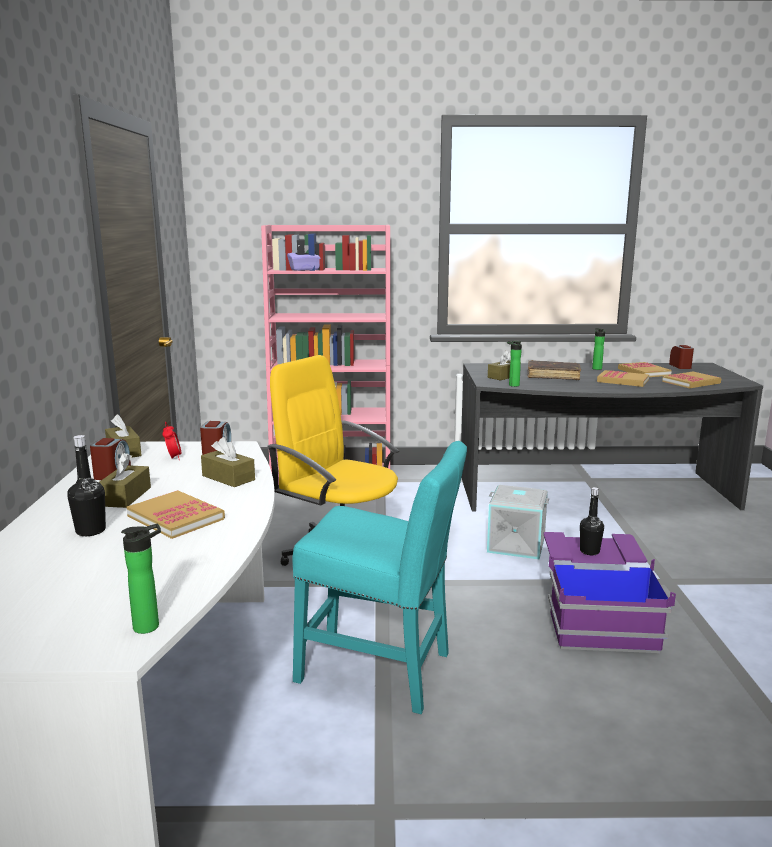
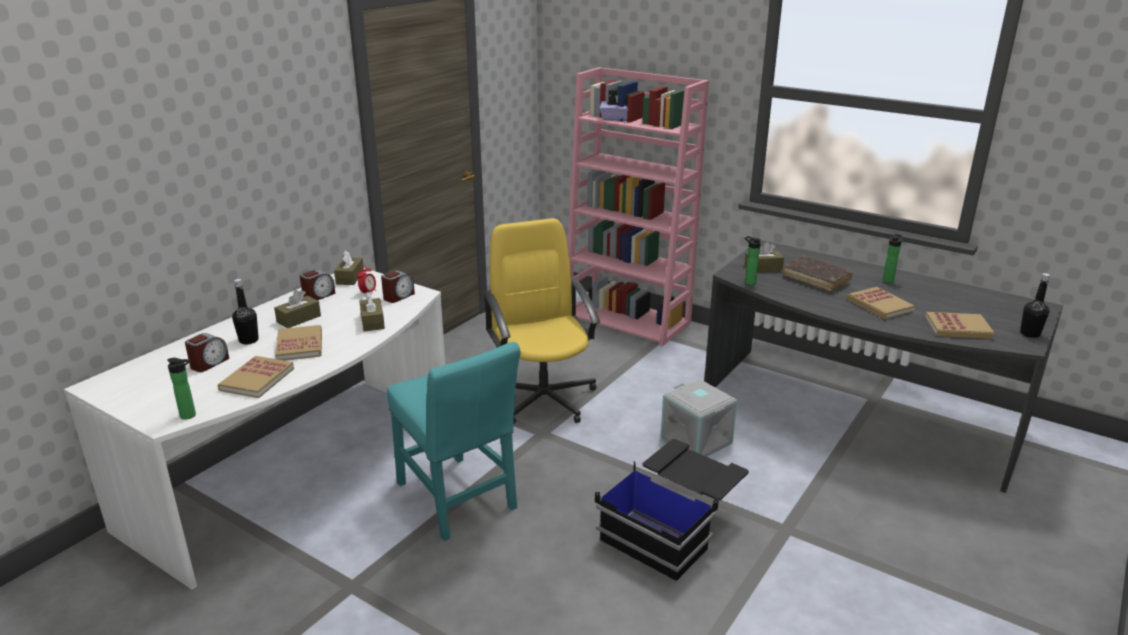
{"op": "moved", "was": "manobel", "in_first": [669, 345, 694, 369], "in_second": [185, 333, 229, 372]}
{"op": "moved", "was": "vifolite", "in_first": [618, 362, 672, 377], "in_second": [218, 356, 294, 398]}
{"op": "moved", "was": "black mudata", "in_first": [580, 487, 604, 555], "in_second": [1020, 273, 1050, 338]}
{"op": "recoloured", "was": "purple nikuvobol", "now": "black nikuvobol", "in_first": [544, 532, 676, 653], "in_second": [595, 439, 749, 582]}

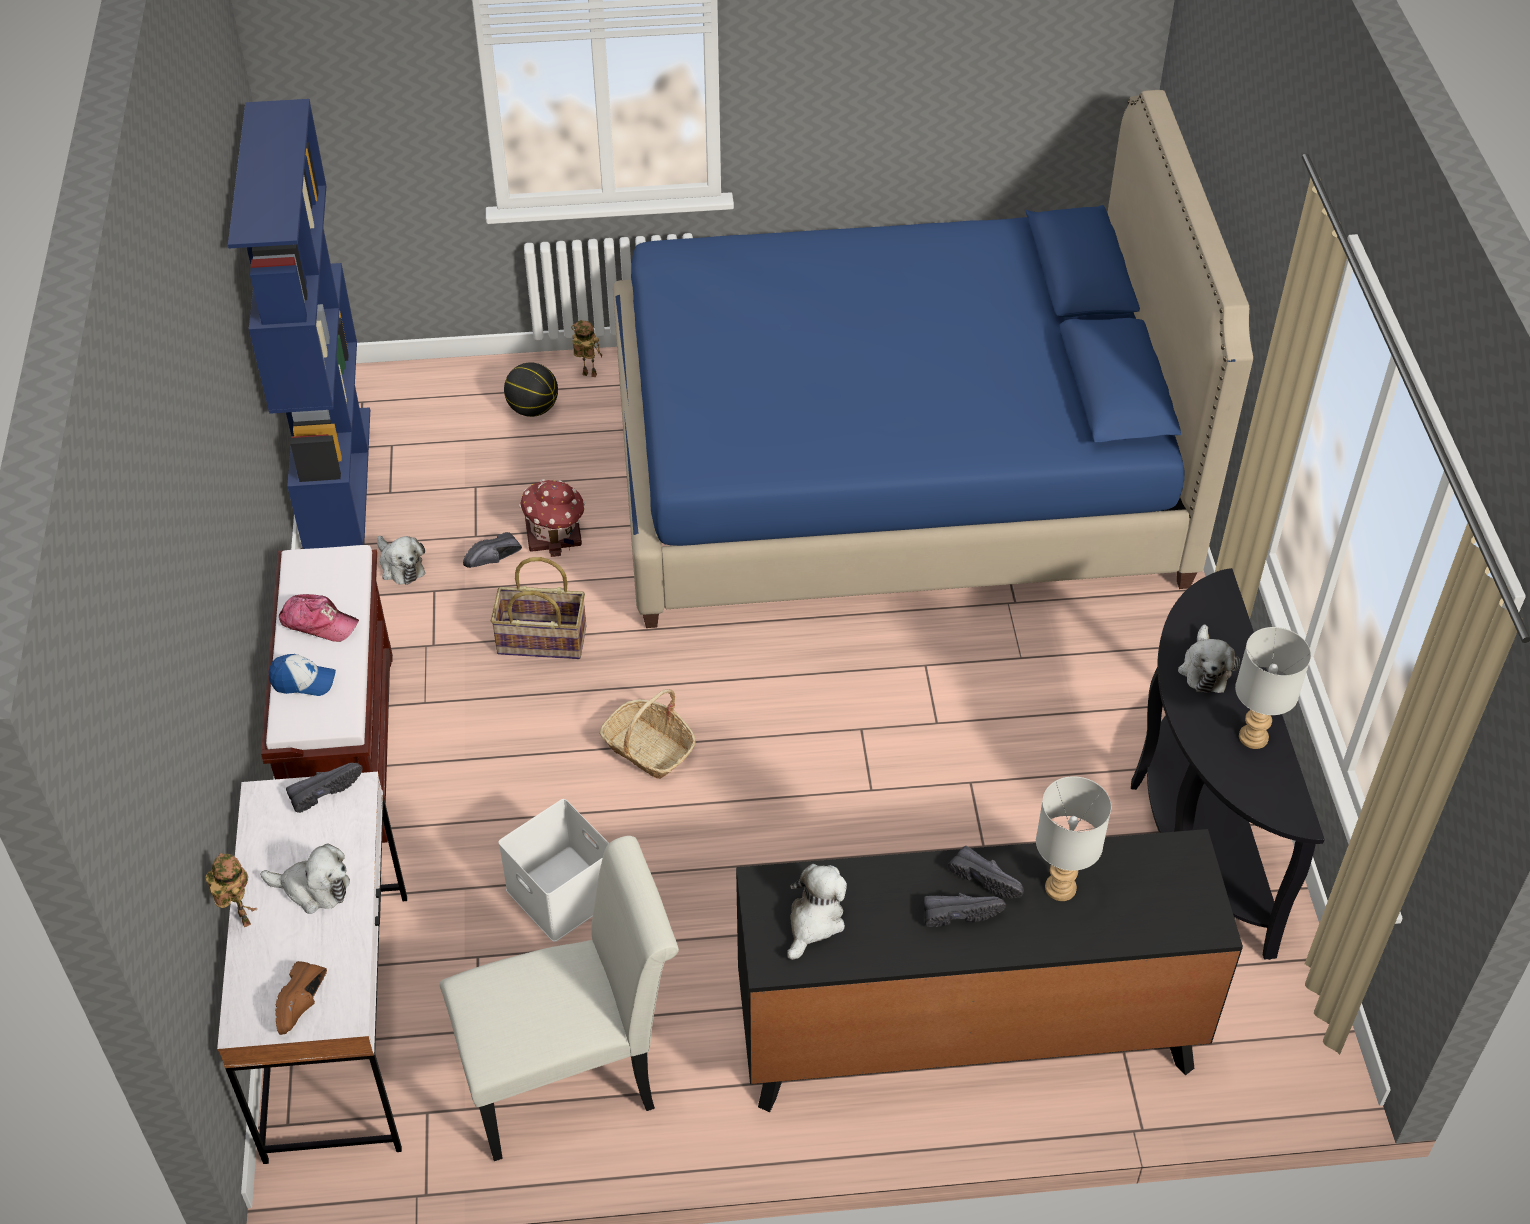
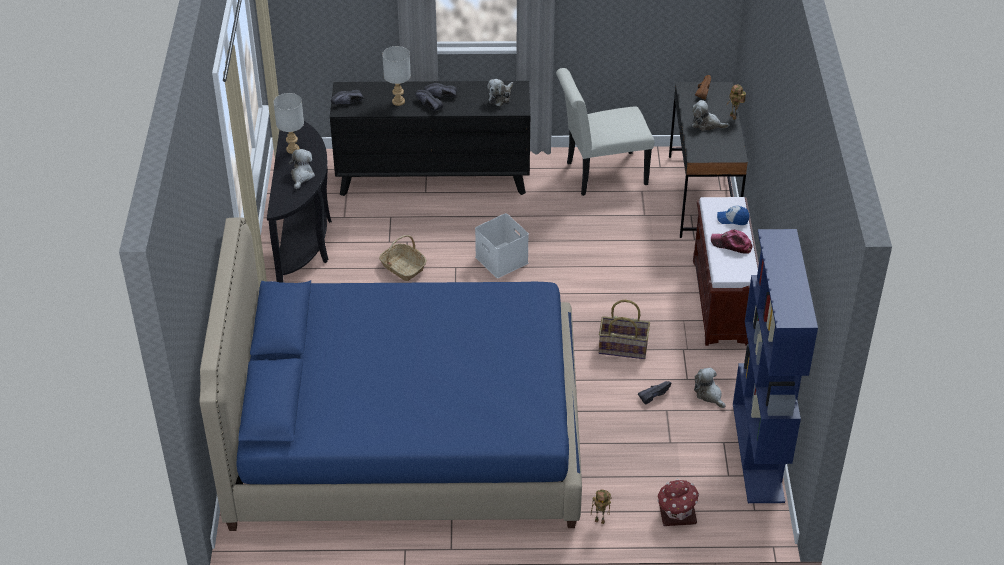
{"op": "removed", "was": "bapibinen", "in_first": [504, 362, 558, 417]}
{"op": "moved", "was": "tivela", "in_first": [519, 479, 585, 557], "in_second": [657, 479, 699, 526]}
{"op": "moved", "was": "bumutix", "in_first": [599, 689, 696, 779], "in_second": [379, 235, 427, 281]}
{"op": "moved", "was": "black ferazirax", "in_first": [286, 763, 363, 813], "in_second": [331, 90, 364, 104]}
{"op": "recoloured", "was": "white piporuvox", "now": "black piporuvox", "in_first": [217, 772, 407, 1164], "in_second": [669, 82, 748, 238]}
{"op": "moved", "was": "white nikuvobol", "in_first": [498, 799, 609, 942], "in_second": [475, 213, 529, 278]}

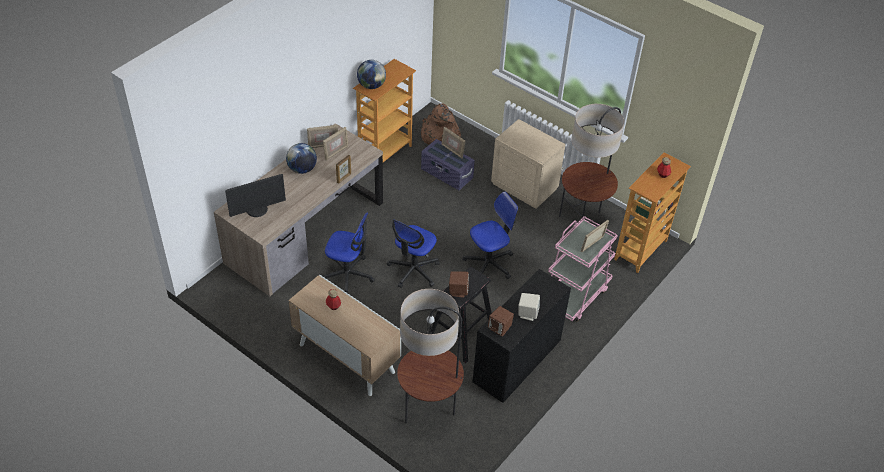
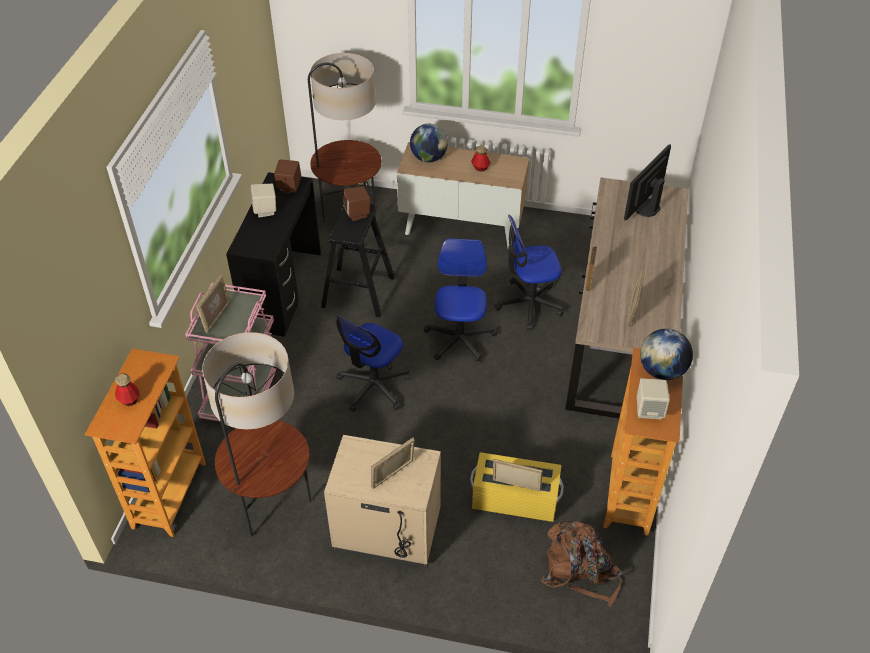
{"op": "moved", "was": "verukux", "in_first": [307, 125, 338, 148], "in_second": [371, 438, 415, 489]}
{"op": "recoloured", "was": "purple nikuvobol", "now": "yellow nikuvobol", "in_first": [421, 139, 475, 190], "in_second": [470, 452, 564, 522]}
{"op": "moved", "was": "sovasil", "in_first": [286, 143, 317, 174], "in_second": [410, 124, 448, 162]}
{"op": "added", "now": "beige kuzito", "in_second": [637, 378, 670, 419]}

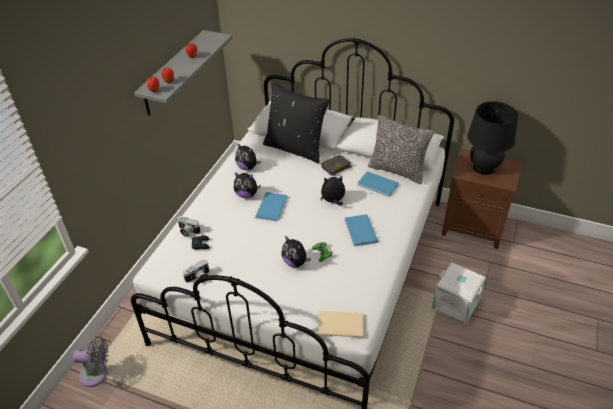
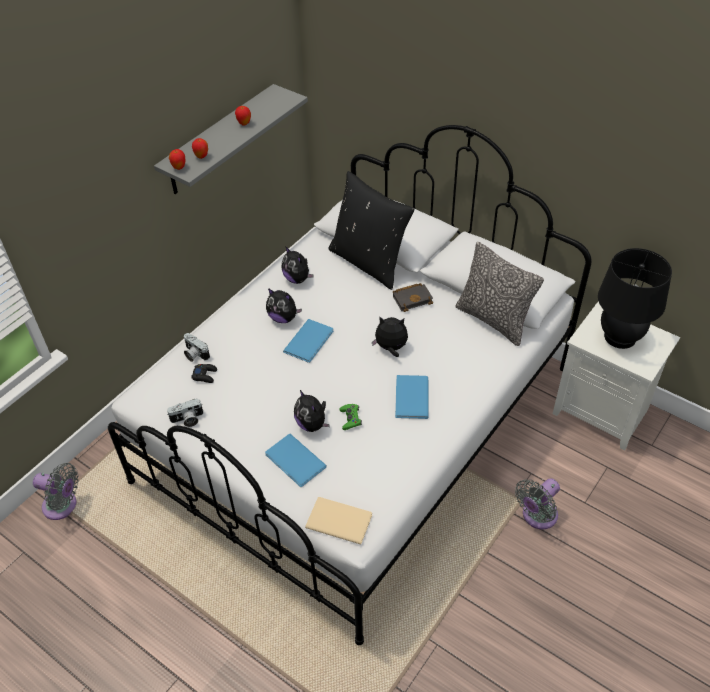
{"op": "recoloured", "was": "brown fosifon", "now": "white fosifon", "in_first": [442, 148, 522, 249], "in_second": [553, 302, 680, 451]}
{"op": "moved", "was": "blue vifolite", "in_first": [358, 171, 399, 197], "in_second": [265, 434, 327, 487]}
{"op": "replaced", "was": "white nikuvobol", "now": "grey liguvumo", "in_first": [432, 262, 486, 325], "in_second": [515, 478, 560, 529]}

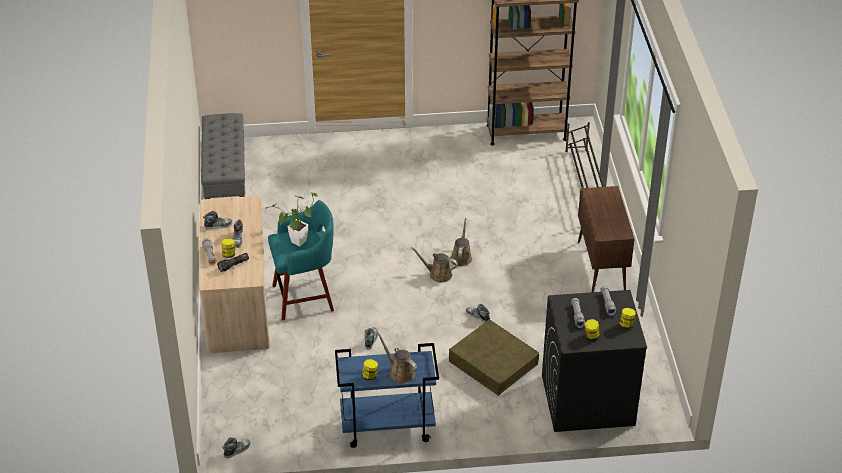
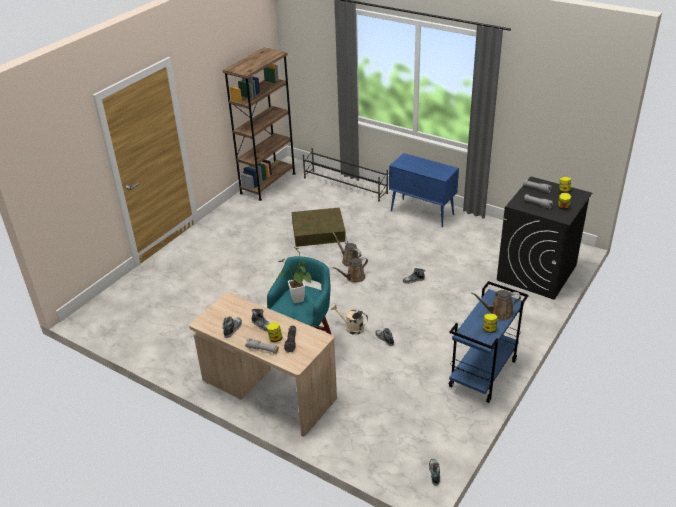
{"op": "removed", "was": "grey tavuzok", "in_first": [201, 113, 245, 199]}
{"op": "recoloured", "was": "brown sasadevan", "now": "blue sasadevan", "in_first": [578, 186, 635, 292], "in_second": [389, 153, 459, 227]}
{"op": "moved", "was": "brown nikuvobol", "in_first": [449, 319, 539, 396], "in_second": [292, 208, 345, 247]}
{"op": "added", "now": "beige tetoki", "in_second": [331, 304, 368, 335]}

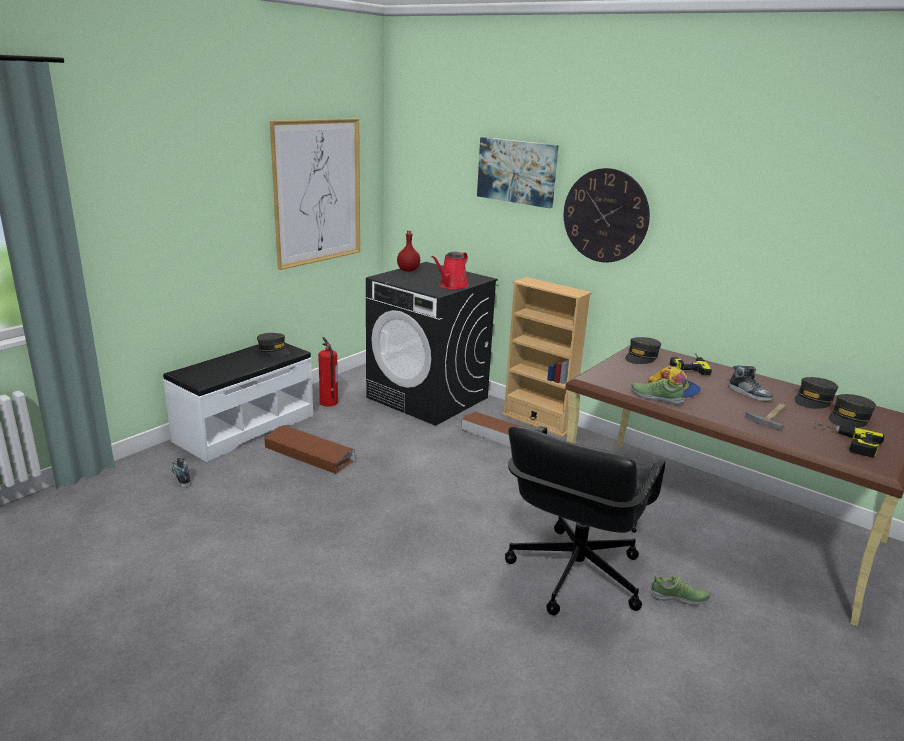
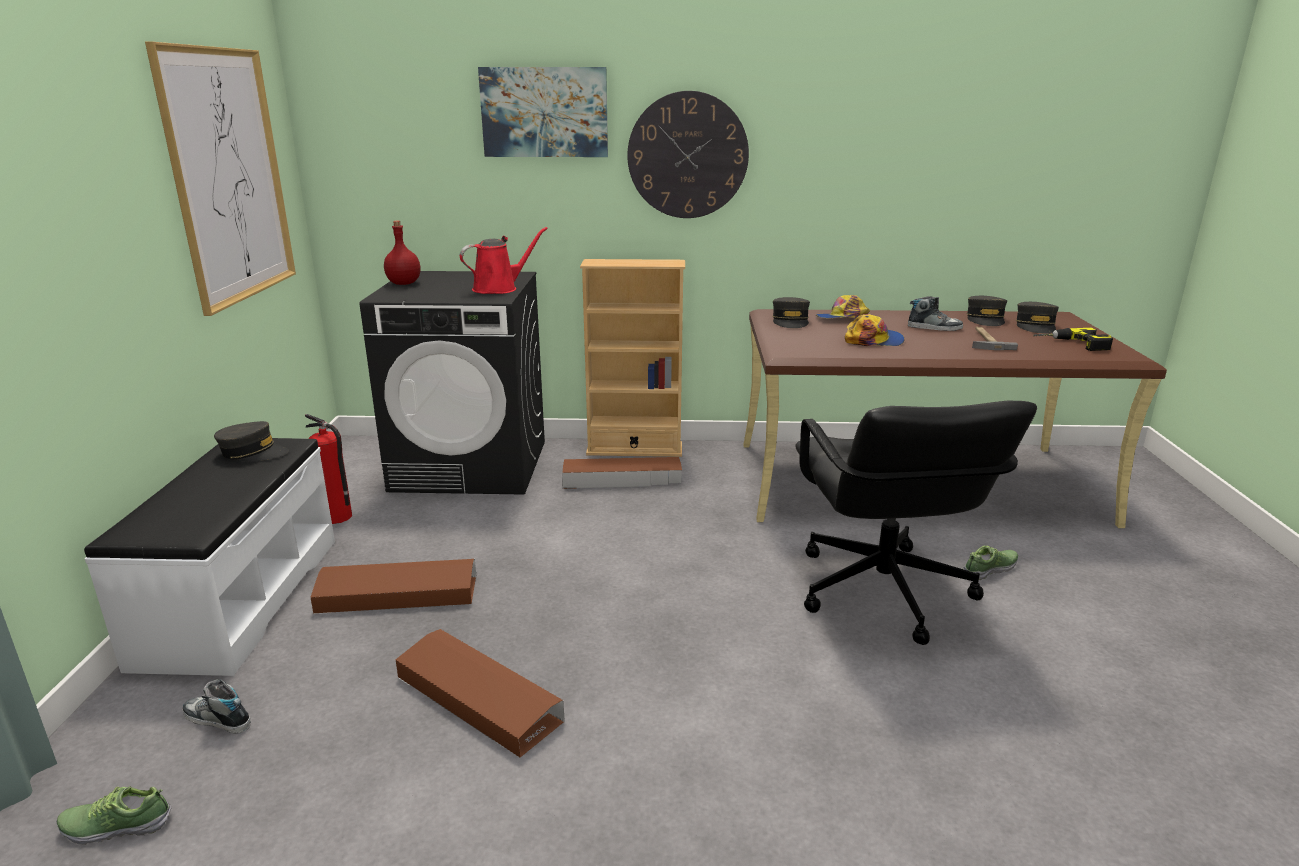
{"op": "turned", "was": "red tetoki", "in_first": [431, 252, 469, 289], "in_second": [460, 227, 548, 294], "clockwise": -120}
{"op": "replaced", "was": "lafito", "now": "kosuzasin", "in_first": [670, 353, 712, 375], "in_second": [816, 295, 870, 318]}
{"op": "moved", "was": "ferazirax", "in_first": [631, 378, 687, 405], "in_second": [57, 786, 172, 845]}
{"op": "added", "now": "brown nikuvobol", "in_second": [396, 629, 565, 757]}

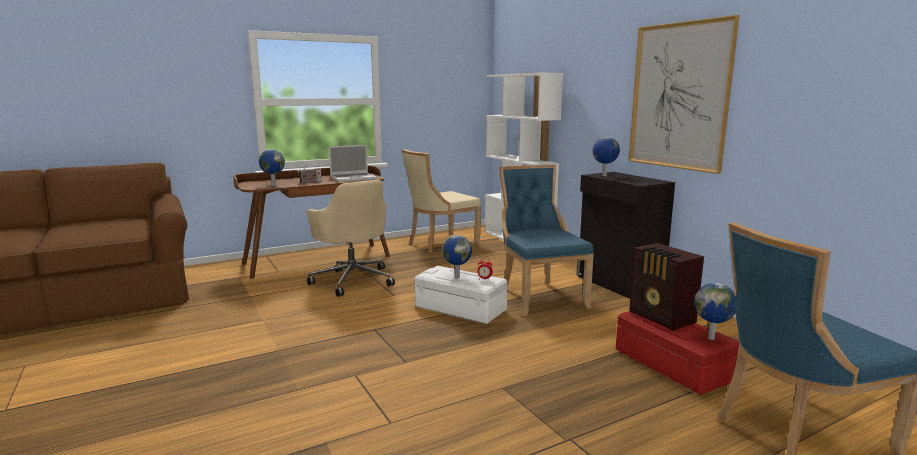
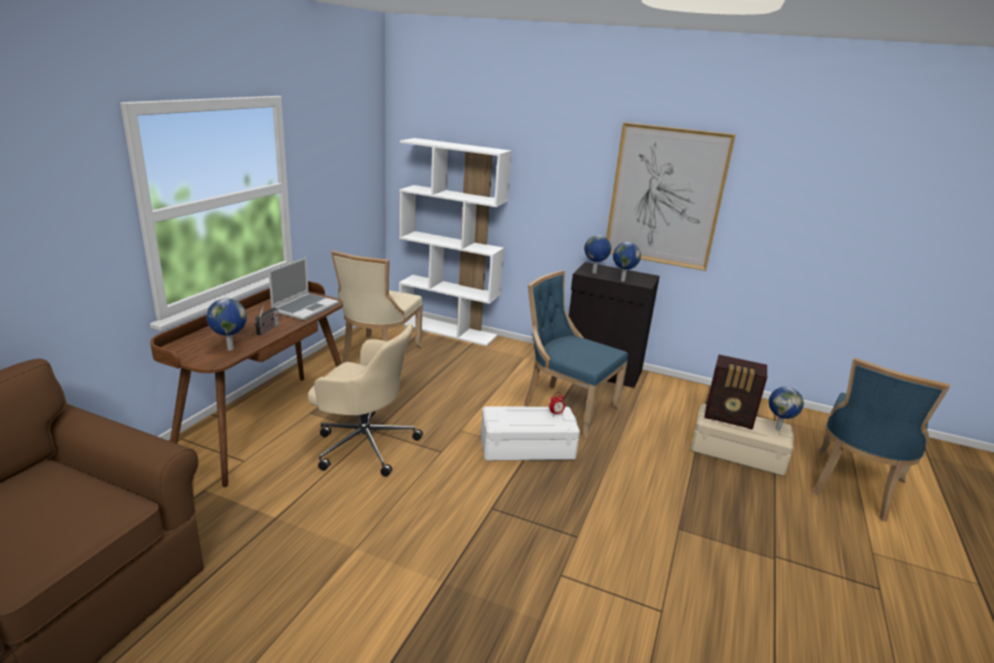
{"op": "moved", "was": "sovasil", "in_first": [442, 235, 472, 278], "in_second": [613, 242, 641, 282]}
{"op": "recoloured", "was": "red nikuvobol", "now": "beige nikuvobol", "in_first": [616, 311, 739, 395], "in_second": [691, 403, 794, 476]}

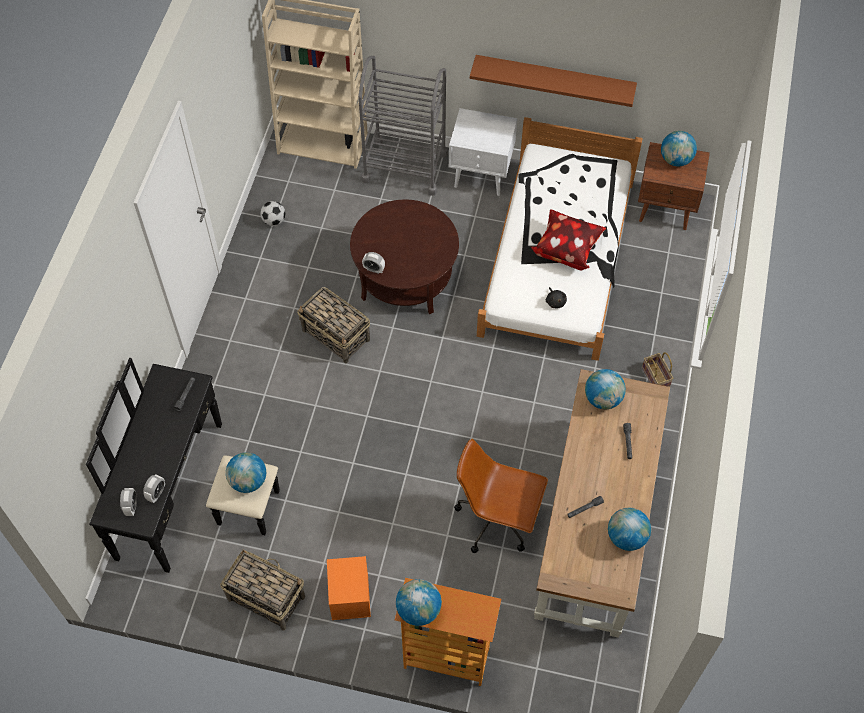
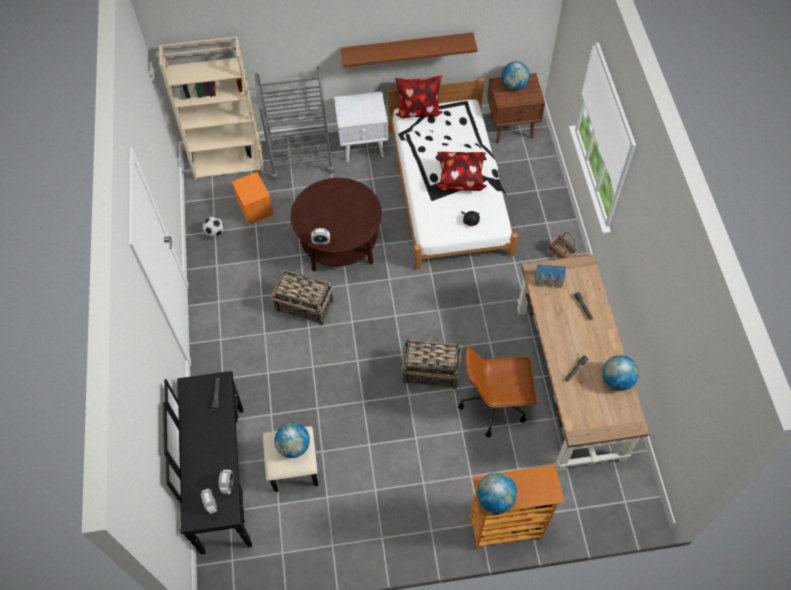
{"op": "replaced", "was": "sovasil", "now": "tivela", "in_first": [585, 369, 626, 409], "in_second": [535, 265, 566, 288]}
{"op": "moved", "was": "bumutix", "in_first": [220, 550, 305, 630], "in_second": [401, 337, 462, 389]}
{"op": "moved", "was": "orange nikuvobol", "in_first": [327, 556, 371, 620], "in_second": [232, 172, 274, 225]}
{"op": "added", "now": "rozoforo", "in_second": [395, 75, 443, 118]}

